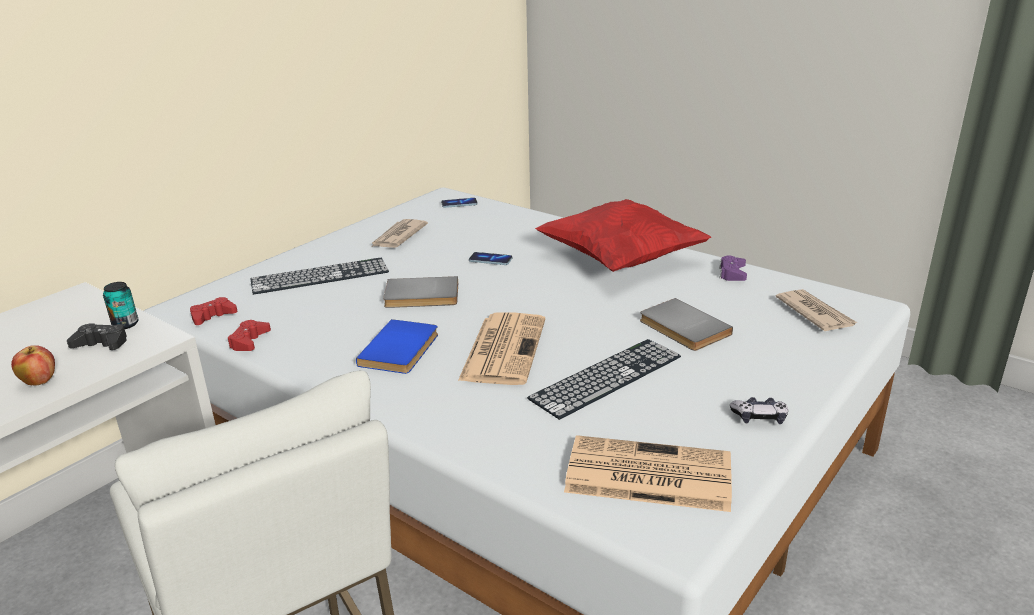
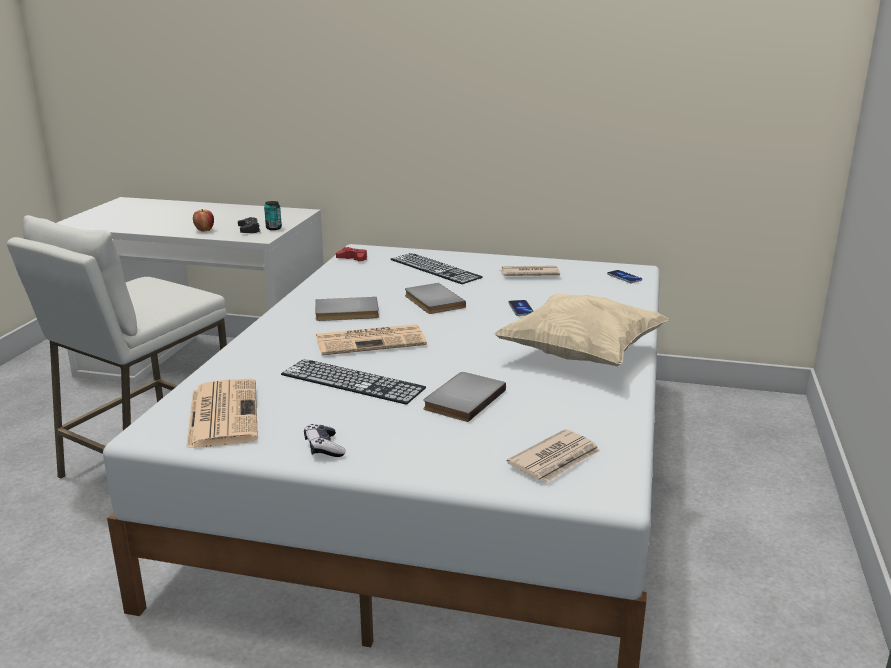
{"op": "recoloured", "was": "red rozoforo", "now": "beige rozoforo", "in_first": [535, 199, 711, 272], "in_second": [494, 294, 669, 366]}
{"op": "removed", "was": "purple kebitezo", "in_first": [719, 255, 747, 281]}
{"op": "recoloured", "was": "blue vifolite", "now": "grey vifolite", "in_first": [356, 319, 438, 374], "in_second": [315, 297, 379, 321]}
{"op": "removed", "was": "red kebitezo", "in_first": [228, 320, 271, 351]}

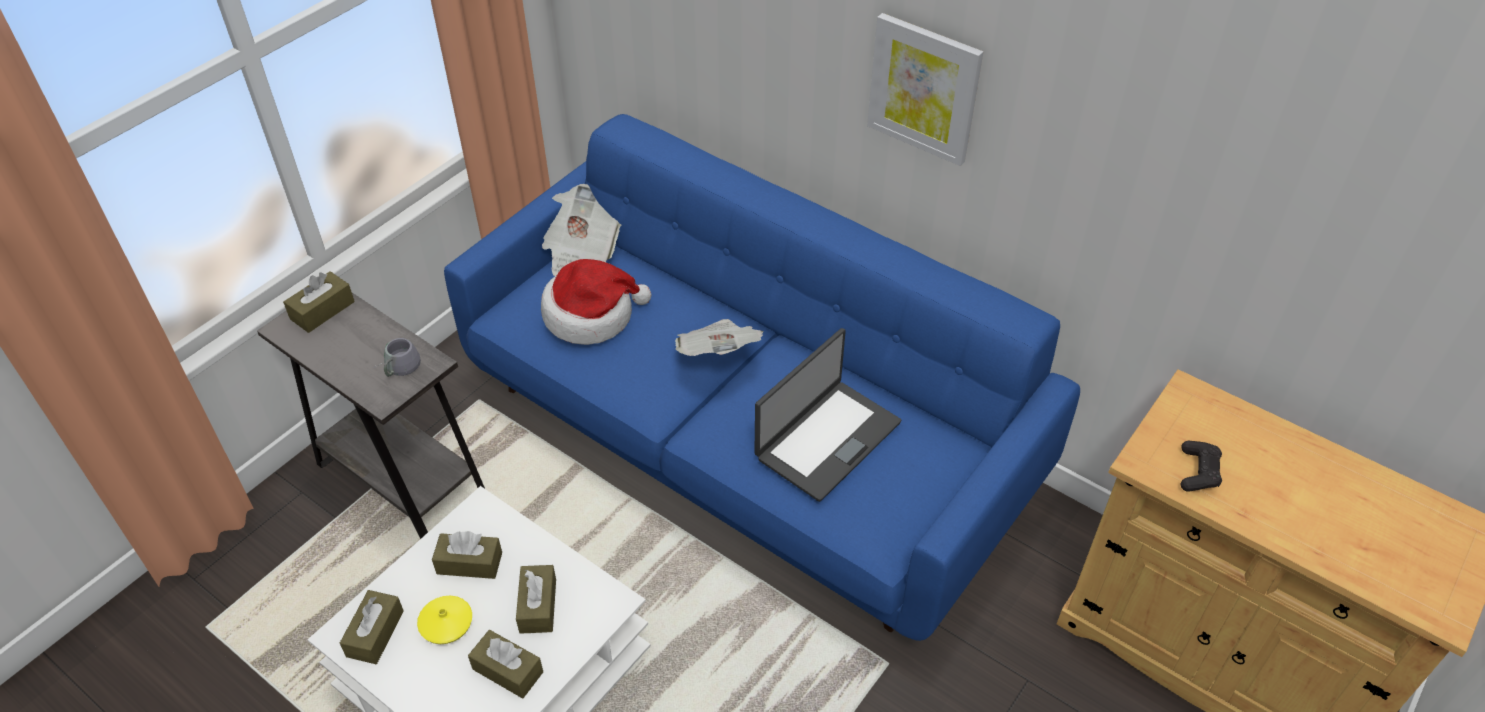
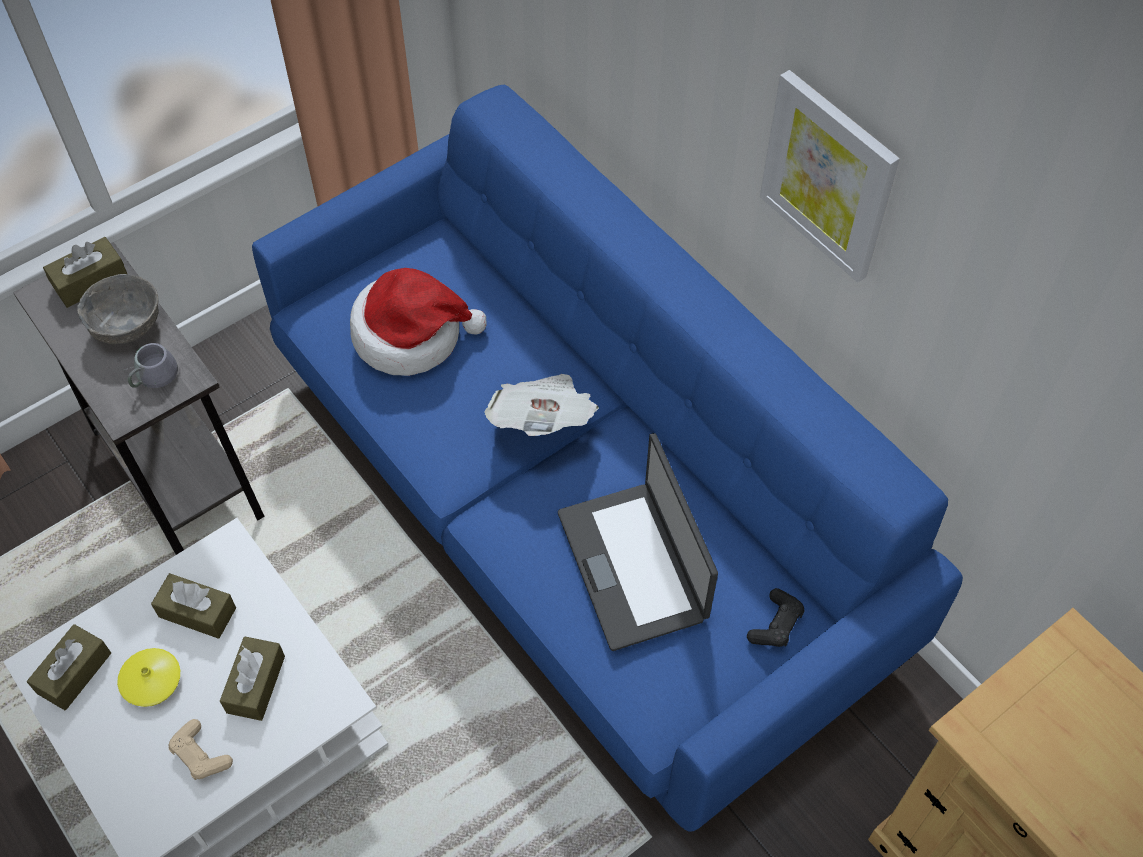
{"op": "removed", "was": "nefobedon", "in_first": [542, 184, 621, 276]}
{"op": "turned", "was": "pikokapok", "in_first": [754, 328, 901, 502], "in_second": [558, 433, 718, 651], "clockwise": 105}
{"op": "moved", "was": "black kebitezo", "in_first": [1181, 441, 1222, 492], "in_second": [747, 588, 804, 647]}
{"op": "replaced", "was": "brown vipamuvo", "now": "beige kebitezo", "in_first": [468, 630, 543, 699], "in_second": [169, 719, 233, 780]}
{"op": "added", "now": "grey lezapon", "in_second": [77, 274, 159, 344]}

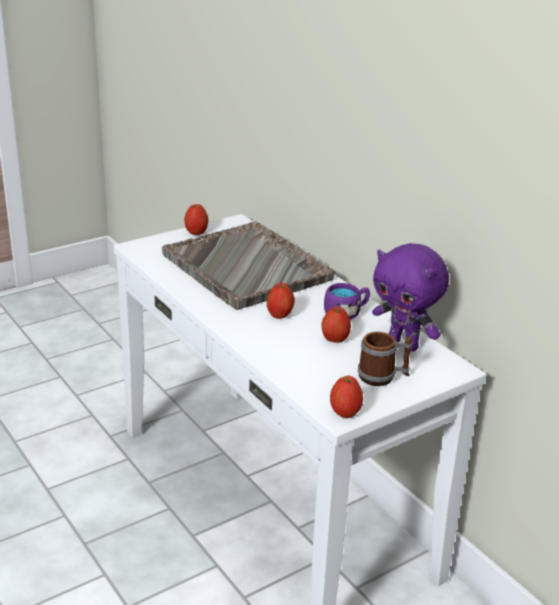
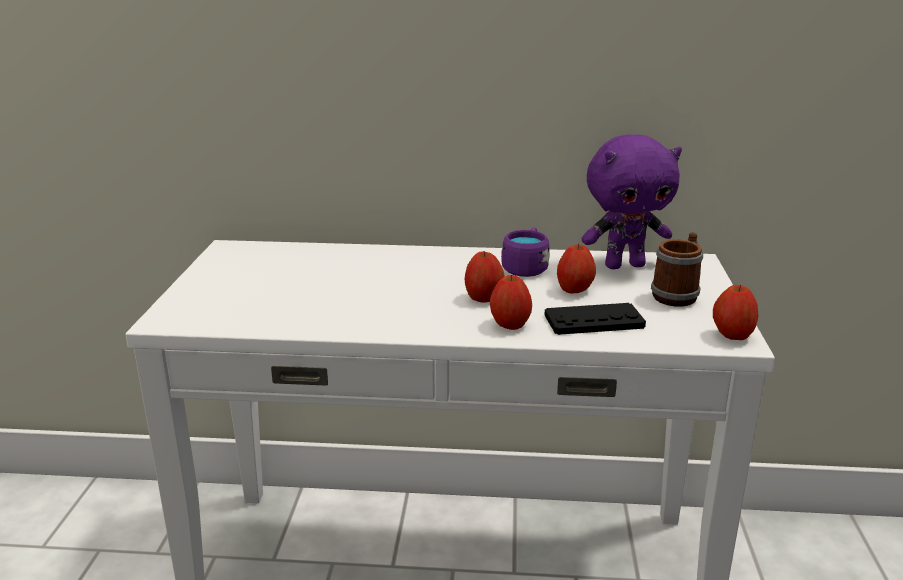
{"op": "moved", "was": "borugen", "in_first": [184, 204, 208, 235], "in_second": [490, 275, 532, 330]}
{"op": "removed", "was": "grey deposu", "in_first": [162, 221, 334, 310]}
{"op": "added", "now": "black kebitezo", "in_second": [545, 303, 646, 335]}

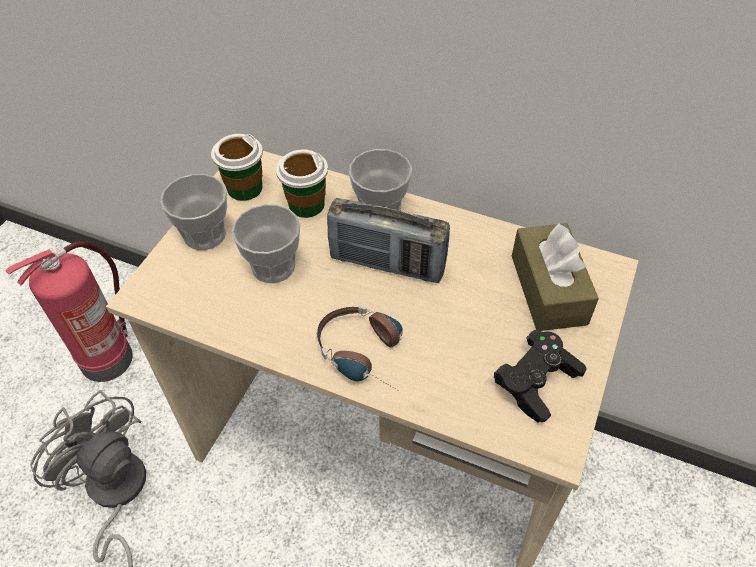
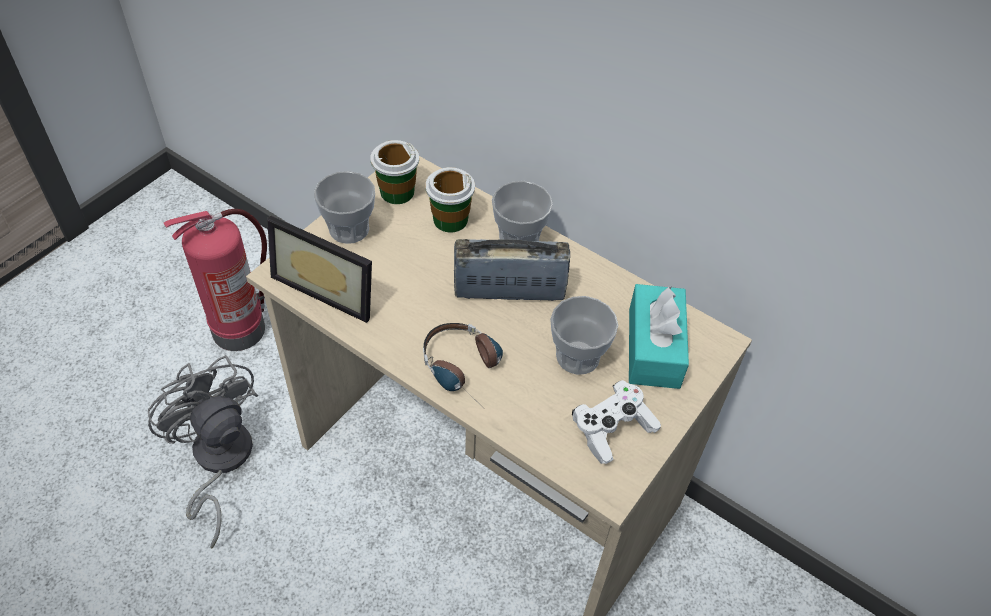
{"op": "turned", "was": "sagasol", "in_first": [327, 198, 450, 283], "in_second": [454, 239, 570, 301], "clockwise": 150}
{"op": "moved", "was": "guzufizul", "in_first": [232, 204, 300, 283], "in_second": [550, 296, 618, 375]}
{"op": "recoloured", "was": "brown vipamuvo", "now": "turquoise vipamuvo", "in_first": [512, 223, 599, 331], "in_second": [629, 284, 689, 389]}
{"op": "recoloured", "was": "black kebitezo", "now": "white kebitezo", "in_first": [494, 329, 587, 423], "in_second": [572, 380, 661, 464]}
{"op": "added", "now": "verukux", "in_second": [267, 216, 372, 323]}

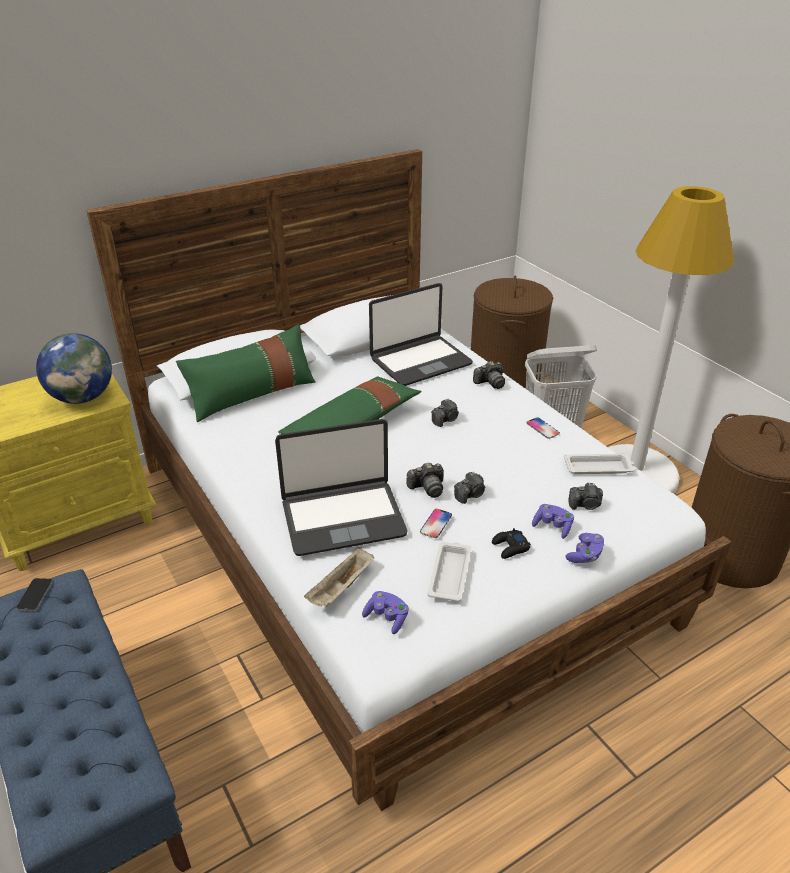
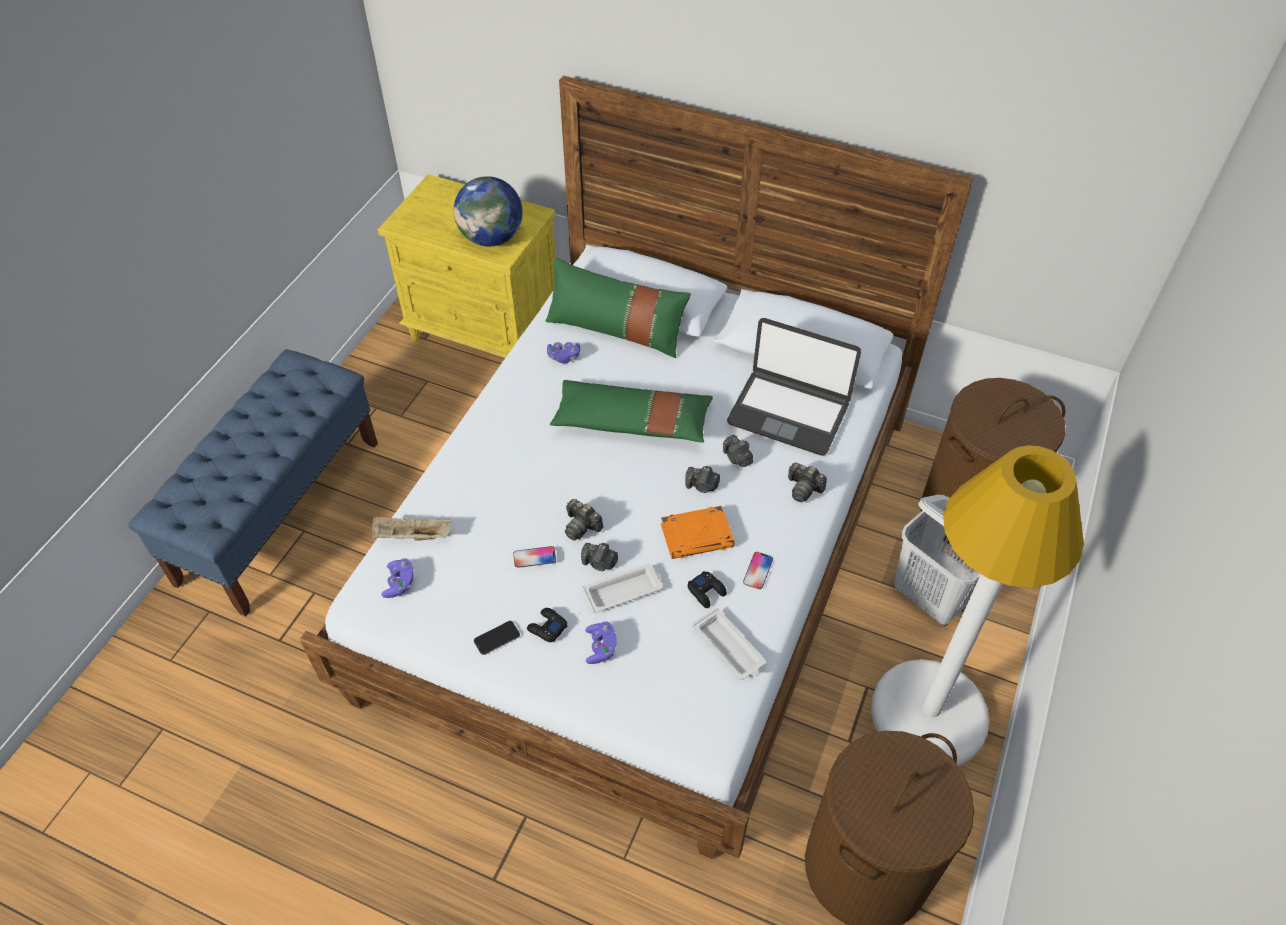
{"op": "removed", "was": "pikokapok", "in_first": [275, 419, 408, 556]}
{"op": "moved", "was": "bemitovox", "in_first": [569, 483, 603, 510], "in_second": [723, 435, 753, 467]}
{"op": "moved", "was": "purple kebitezo", "in_first": [566, 533, 605, 563], "in_second": [547, 342, 580, 363]}
{"op": "moved", "was": "white deposu", "in_first": [428, 542, 472, 601], "in_second": [582, 564, 662, 613]}
{"op": "moved", "was": "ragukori", "in_first": [17, 578, 52, 611], "in_second": [474, 621, 520, 655]}
{"op": "added", "now": "orange vifolite", "in_second": [661, 506, 735, 559]}
{"op": "added", "now": "black kebitezo", "in_second": [688, 571, 727, 608]}

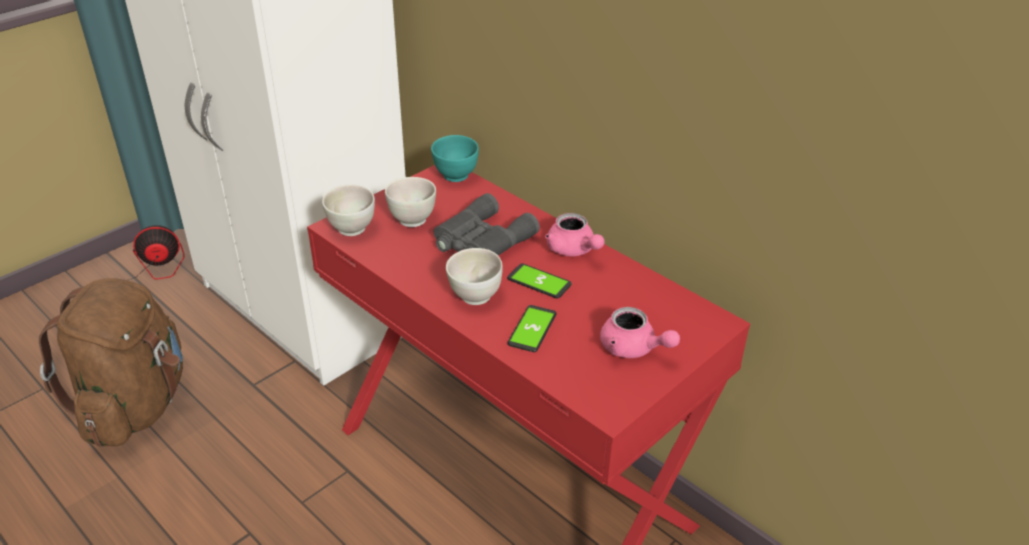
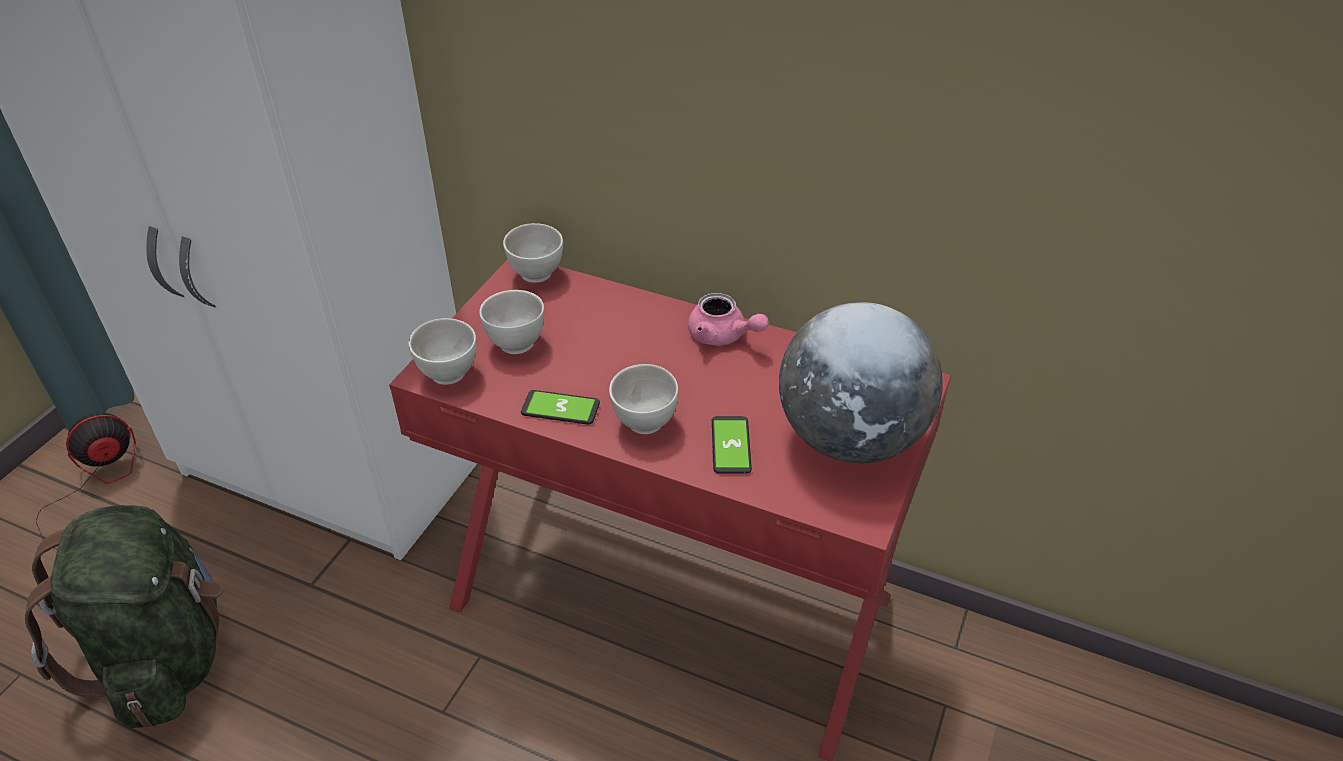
{"op": "recoloured", "was": "turquoise lezapon", "now": "white lezapon", "in_first": [431, 135, 479, 182], "in_second": [503, 223, 563, 283]}
{"op": "removed", "was": "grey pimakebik", "in_first": [434, 193, 540, 256]}
{"op": "moved", "was": "ragukori", "in_first": [507, 263, 572, 299], "in_second": [521, 390, 600, 425]}
{"op": "recoloured", "was": "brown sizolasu", "now": "green sizolasu", "in_first": [39, 278, 183, 447], "in_second": [25, 505, 223, 728]}
{"op": "replaced", "was": "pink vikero", "now": "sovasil", "in_first": [600, 307, 680, 358], "in_second": [779, 302, 943, 464]}

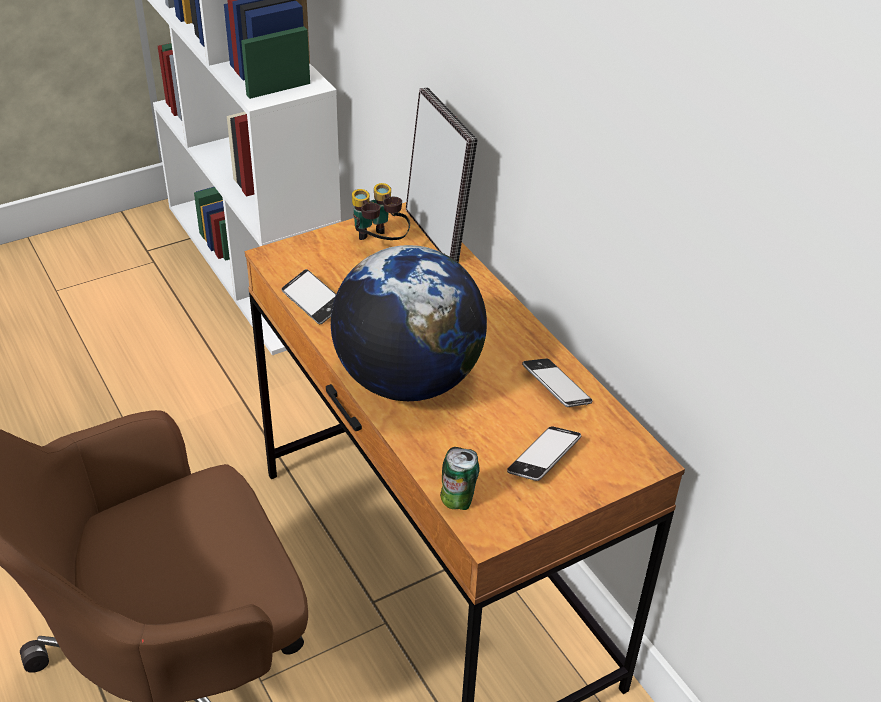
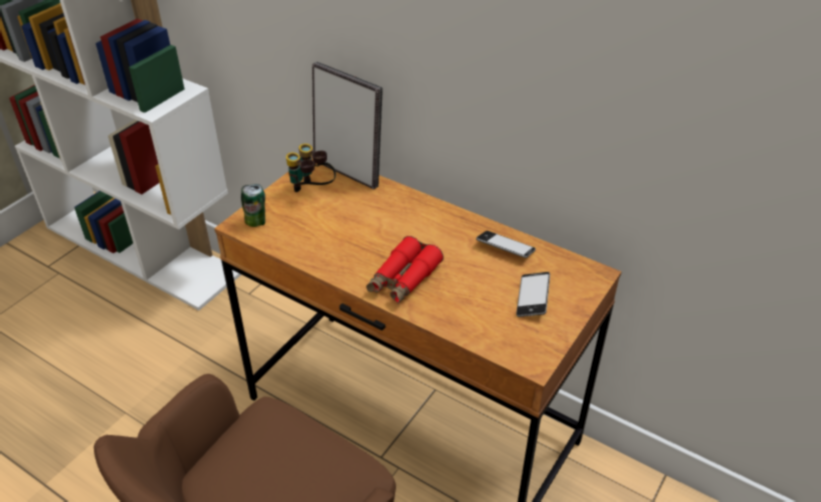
{"op": "replaced", "was": "sovasil", "now": "red pimakebik", "in_first": [331, 245, 487, 401], "in_second": [366, 236, 444, 304]}
{"op": "removed", "was": "ragukori", "in_first": [282, 269, 336, 324]}
{"op": "moved", "was": "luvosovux", "in_first": [440, 447, 480, 510], "in_second": [241, 184, 265, 227]}

